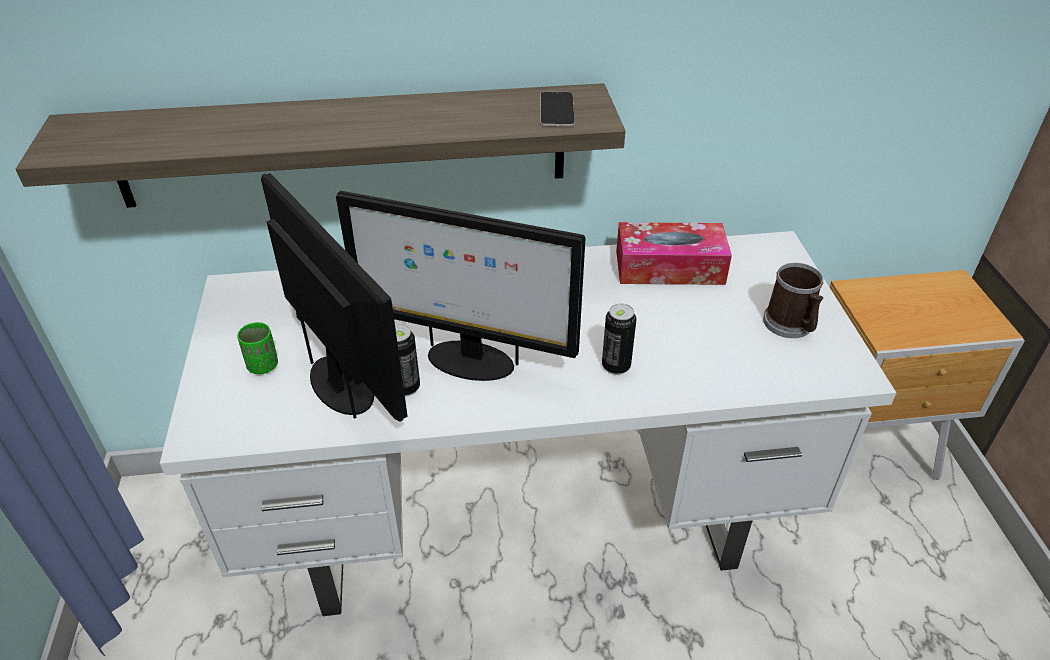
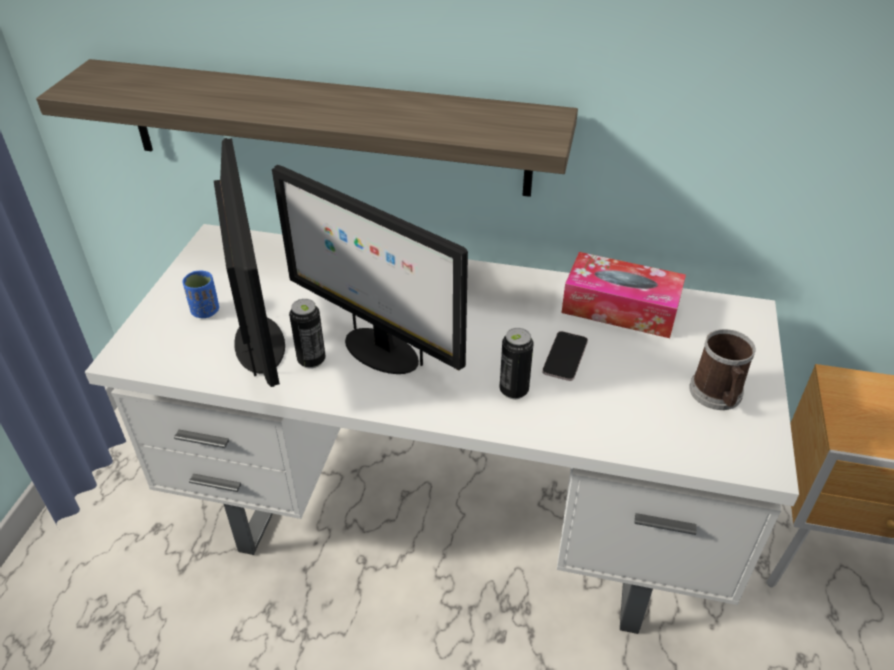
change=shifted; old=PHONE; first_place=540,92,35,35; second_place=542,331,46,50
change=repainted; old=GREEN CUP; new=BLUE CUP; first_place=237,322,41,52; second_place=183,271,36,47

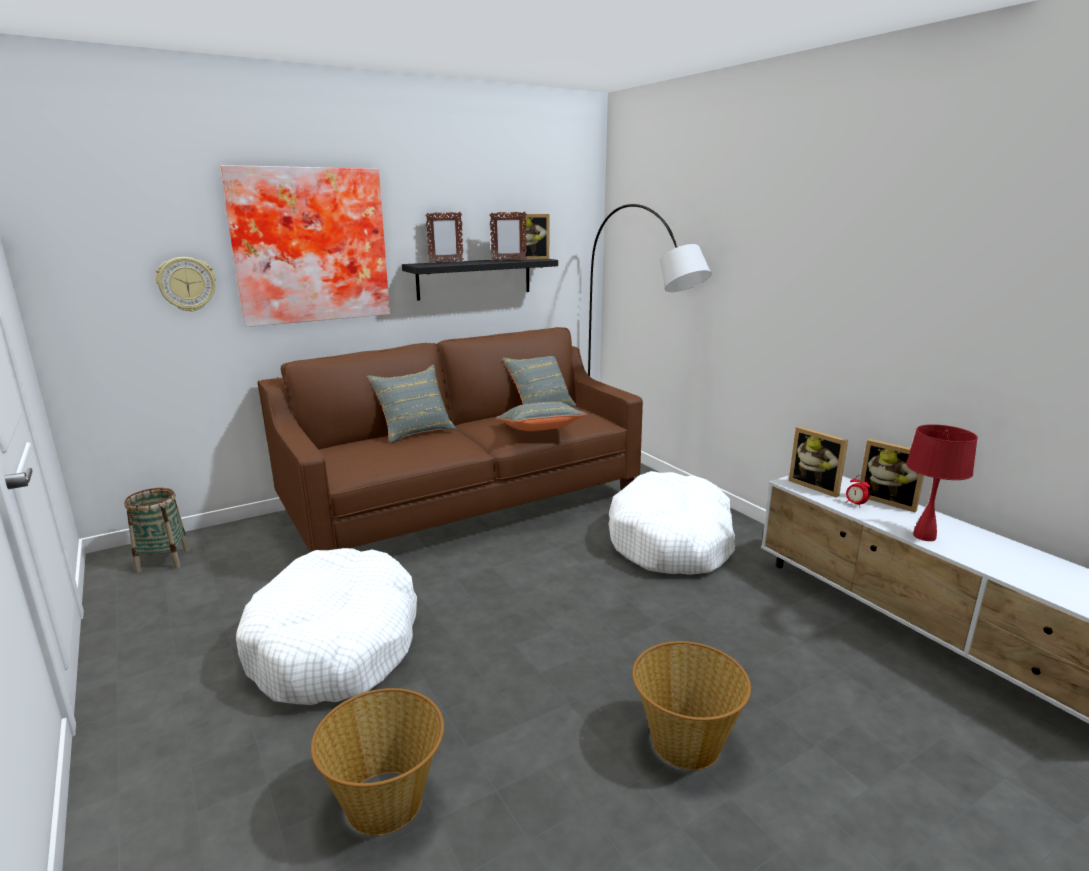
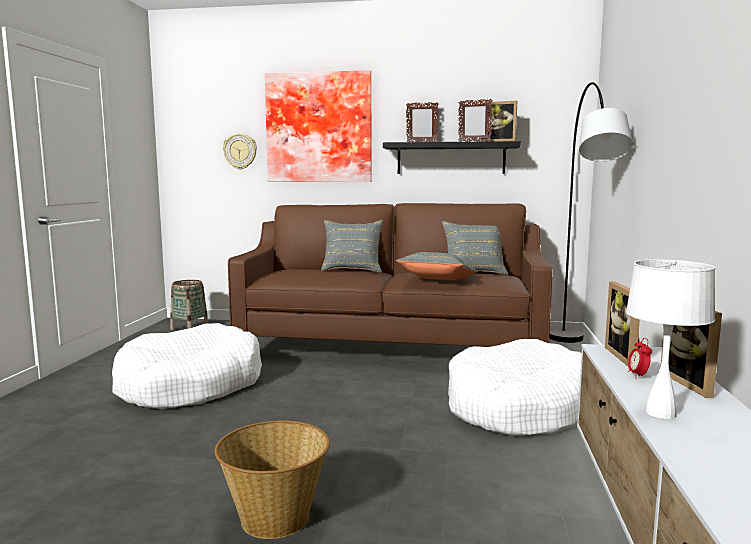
change=gone; old=BASKET; first_place=311,688,133,147
change=repainted; old=RED TABLE LAMP; new=WHITE TABLE LAMP; first_place=906,424,72,117; second_place=626,259,89,160

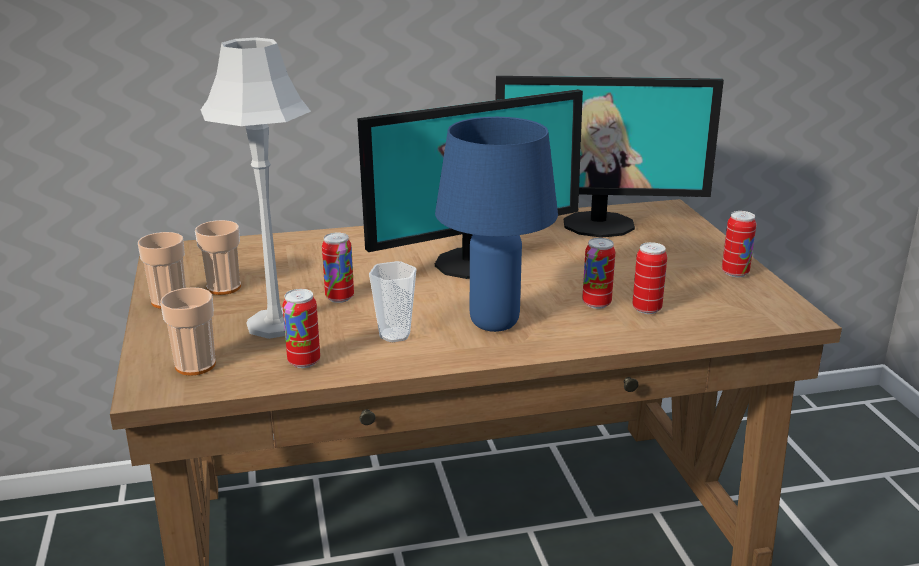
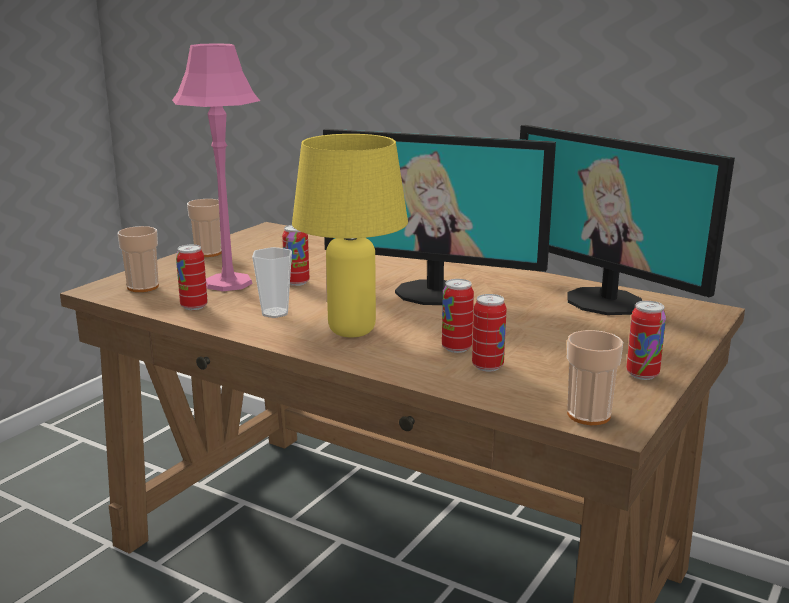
change=shifted; old=CUP; first_place=195,220,46,75; second_place=567,330,56,95
change=repainted; old=GREY TABLE LAMP; new=PINK TABLE LAMP; first_place=201,38,110,301; second_place=172,43,88,248
change=repainted; old=BLUE TABLE LAMP; new=YELLOW TABLE LAMP; first_place=435,117,123,215; second_place=292,134,116,203

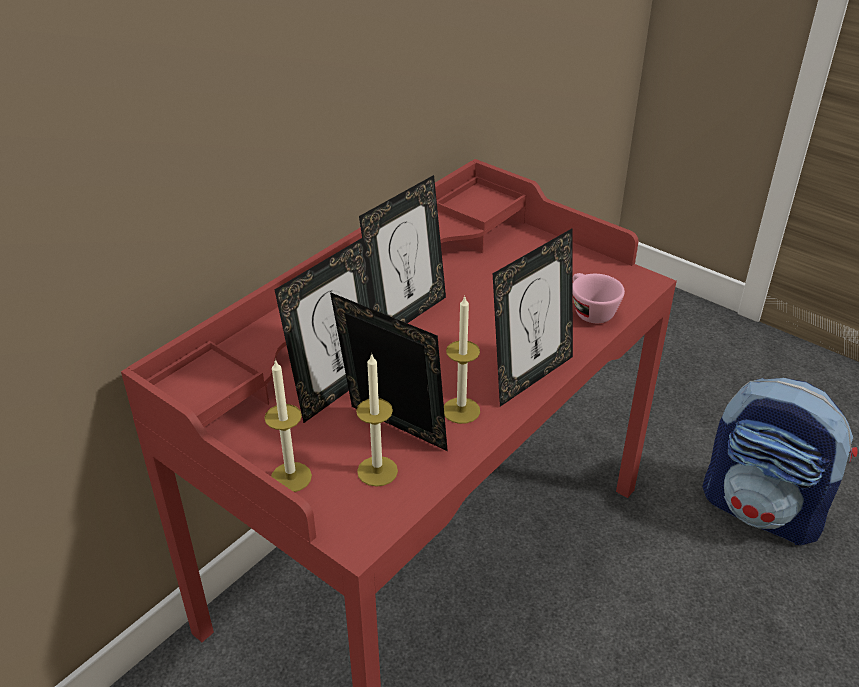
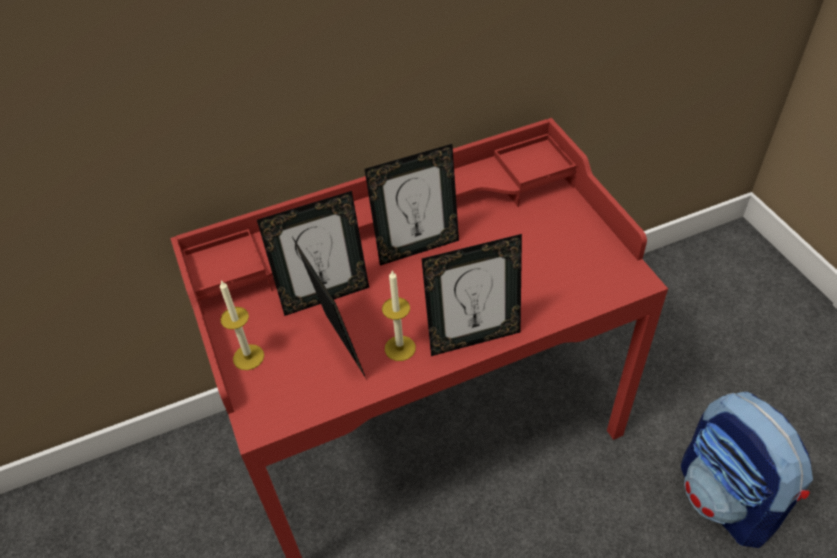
change=gone; old=CANDLE; first_place=356,353,42,134
change=gone; old=PINK CUP; first_place=573,273,52,50

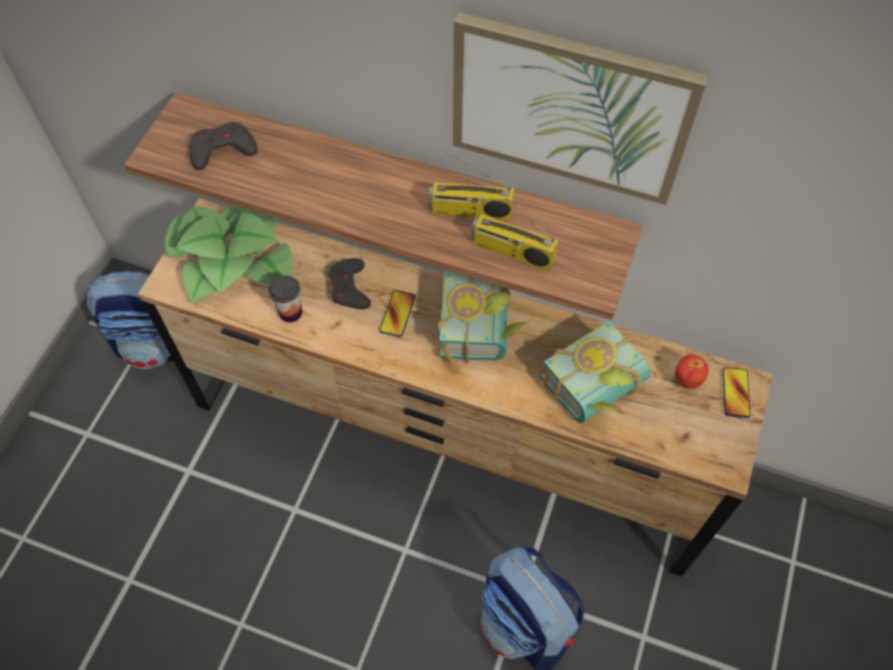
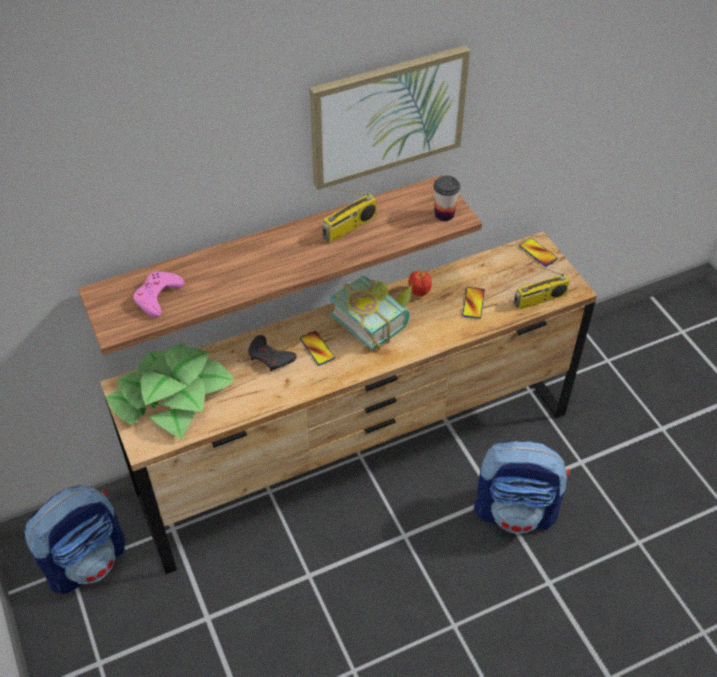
change=shifted; old=CUP; first_place=268,275,34,47; second_place=433,176,27,45
change=shifted; old=RADIO; first_place=471,188,87,83; second_place=513,264,56,46
change=shifted; old=APPLE; first_place=675,354,34,35; second_place=408,271,24,25
change=swapped; old=BOOK; new=PHONE; first_place=541,321,109,103; second_place=463,287,22,32
change=repainted; old=GREY GAME CONTROLLER; new=PINK GAME CONTROLLER; first_place=189,122,68,48; second_place=133,271,52,46

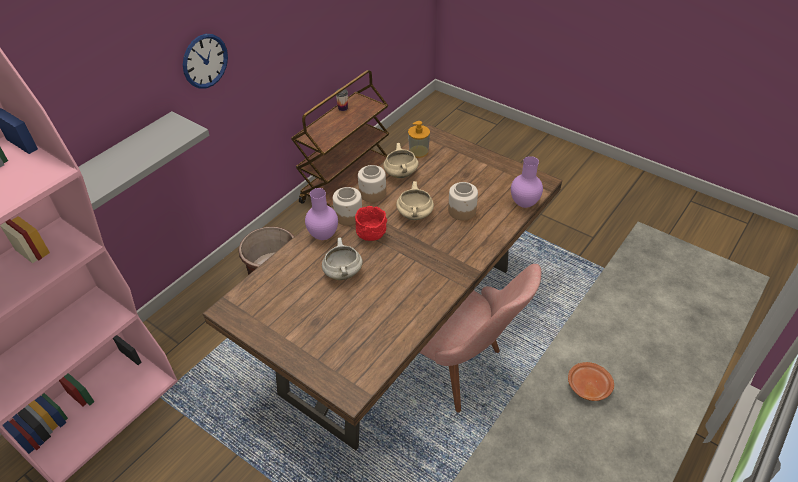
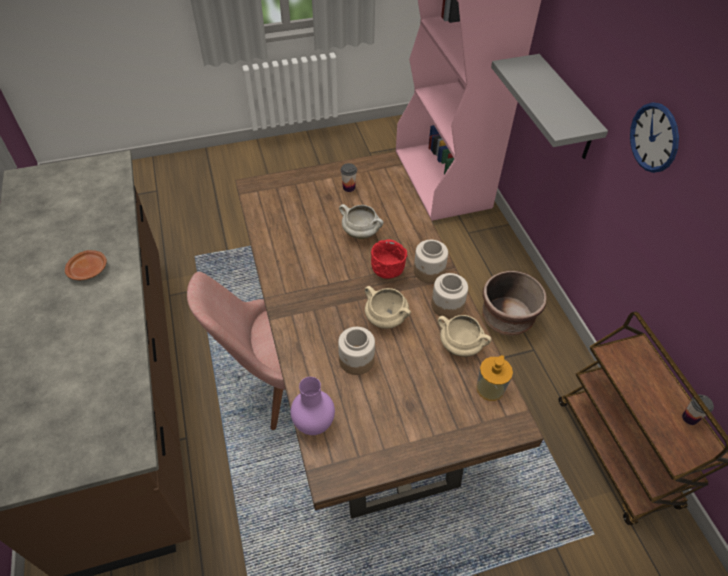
change=gone; old=PURPLE VASE; first_place=305,188,33,52
change=new; new=CUP; second_place=341,163,16,29

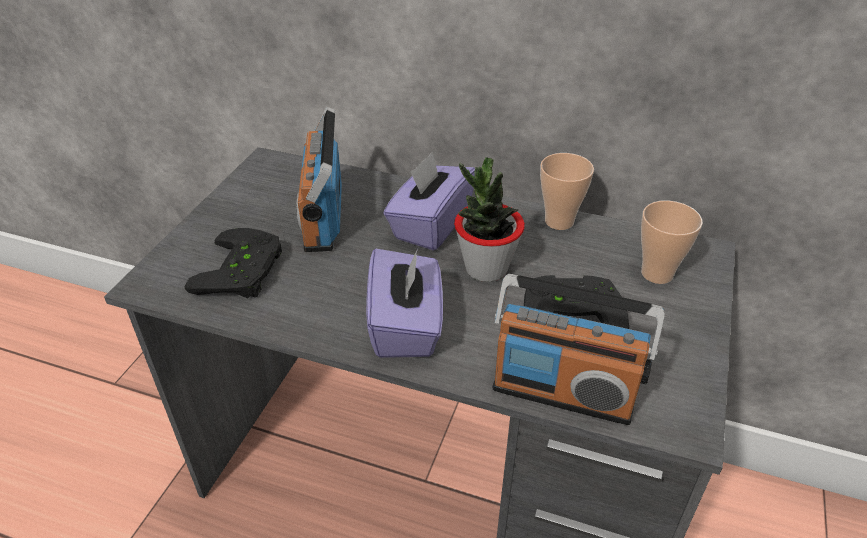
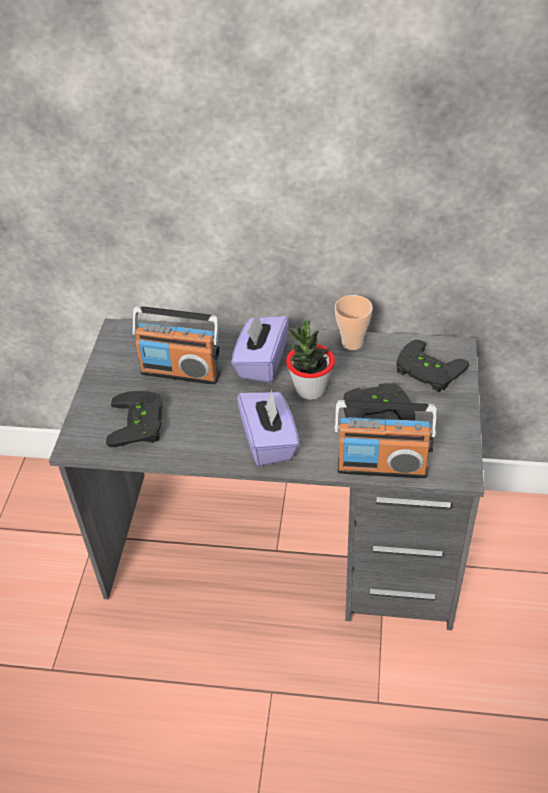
change=swapped; old=CUP; new=BLACK GAME CONTROLLER; first_place=641,200,62,84; second_place=396,340,73,52
change=rotated; old=RADIO; first_place=296,107,46,145; second_place=132,306,89,79; degrees=-60

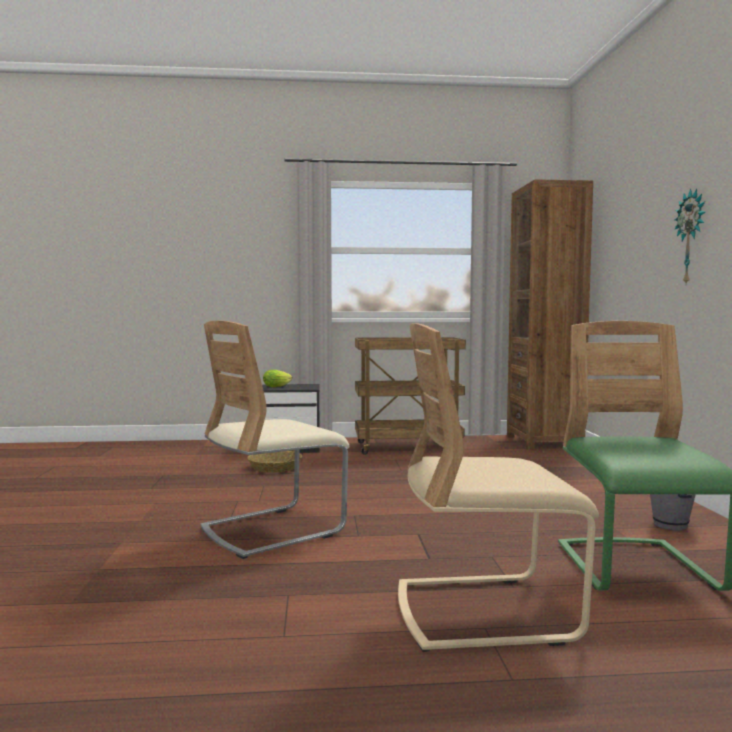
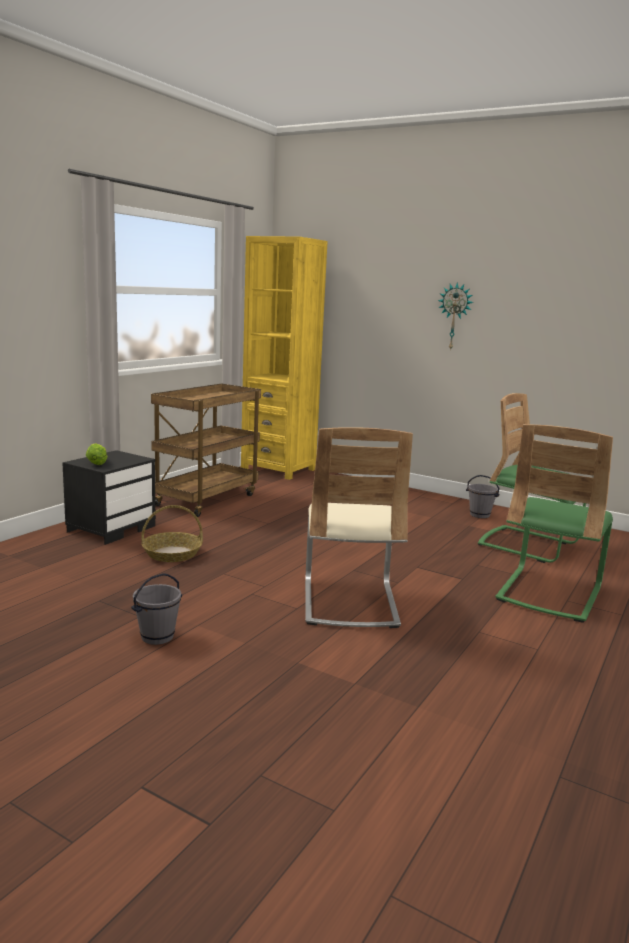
change=new; new=GREY BUCKET; second_place=131,573,51,72
change=repainted; old=BEIGE CHAIR; new=GREEN CHAIR; first_place=398,324,201,328; second_place=495,424,118,199
change=repainted; old=BROWN BOOKCASE; new=YELLOW BOOKCASE; first_place=507,179,86,272; second_place=241,236,87,244

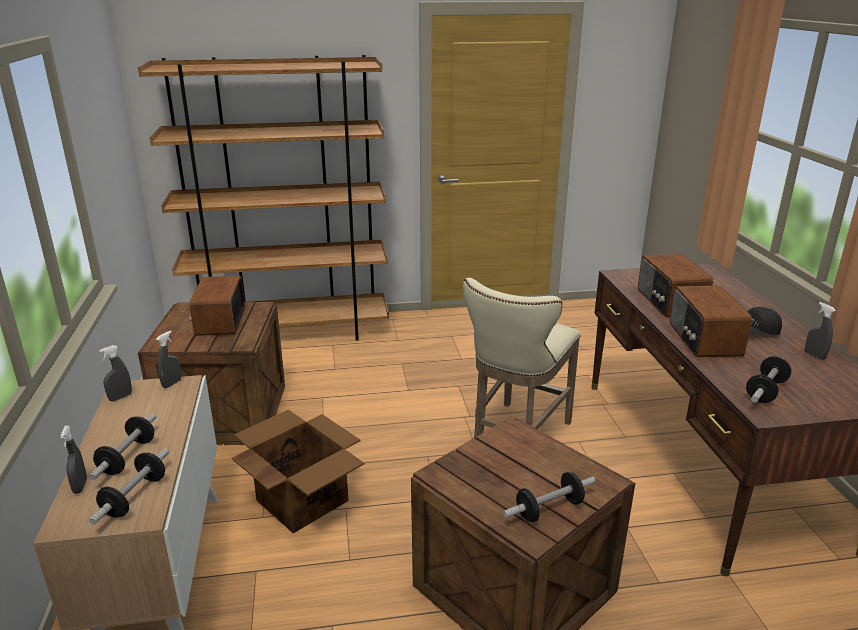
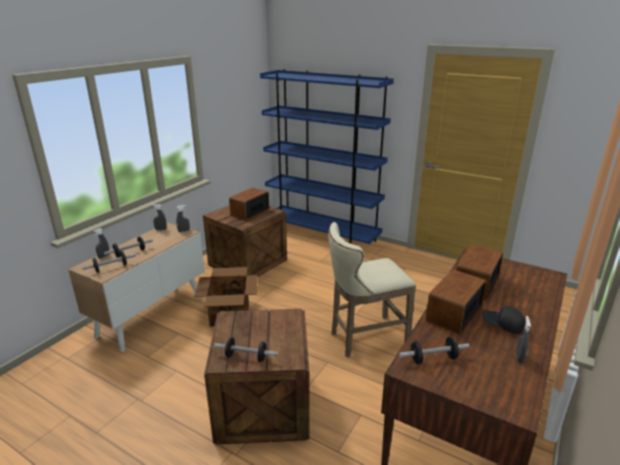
change=repainted; old=BROWN BOOKCASE; new=BLUE BOOKCASE; first_place=138,55,251,286; second_place=260,69,134,175

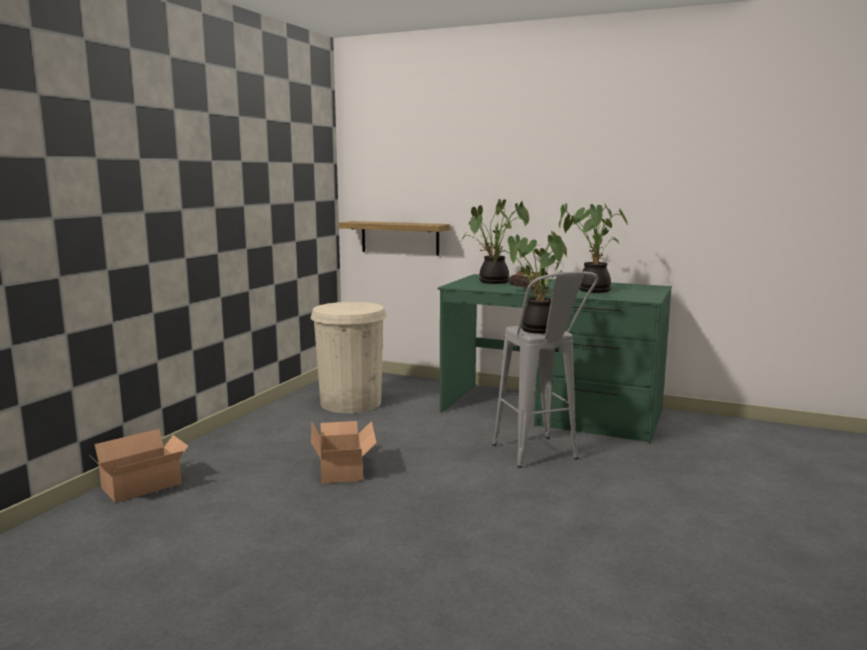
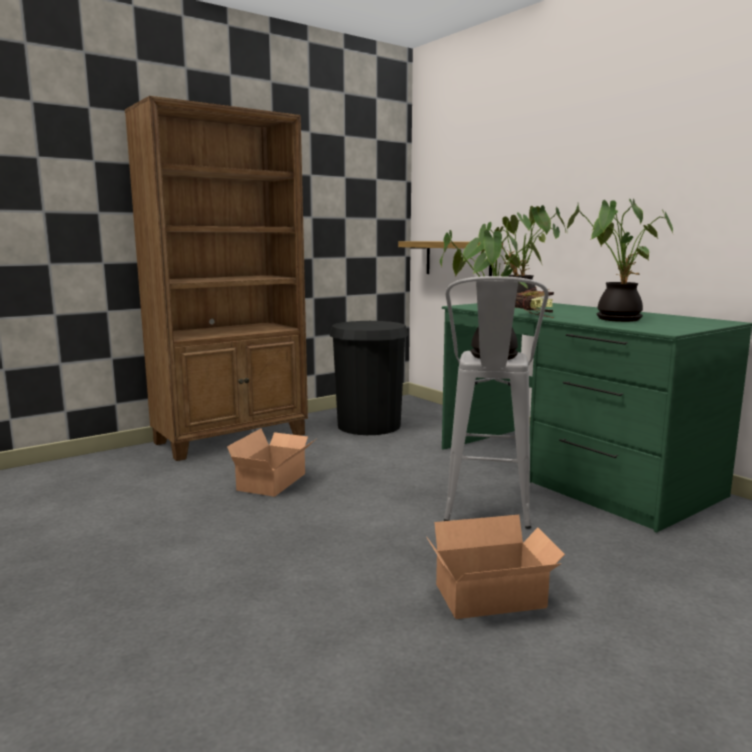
change=new; new=BROWN BOOKCASE; second_place=125,96,183,365
change=shifted; old=CARDBOARD BOX; first_place=89,429,99,74; second_place=427,515,138,104
change=repainted; old=BEIGE TRASH CAN; new=BLACK TRASH CAN; first_place=311,302,76,111; second_place=329,321,79,114

